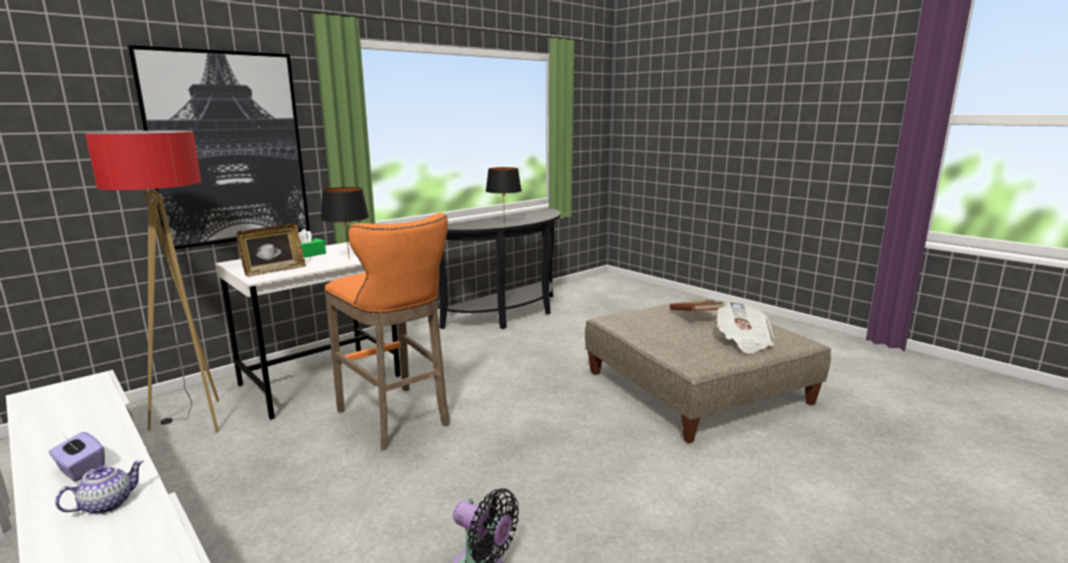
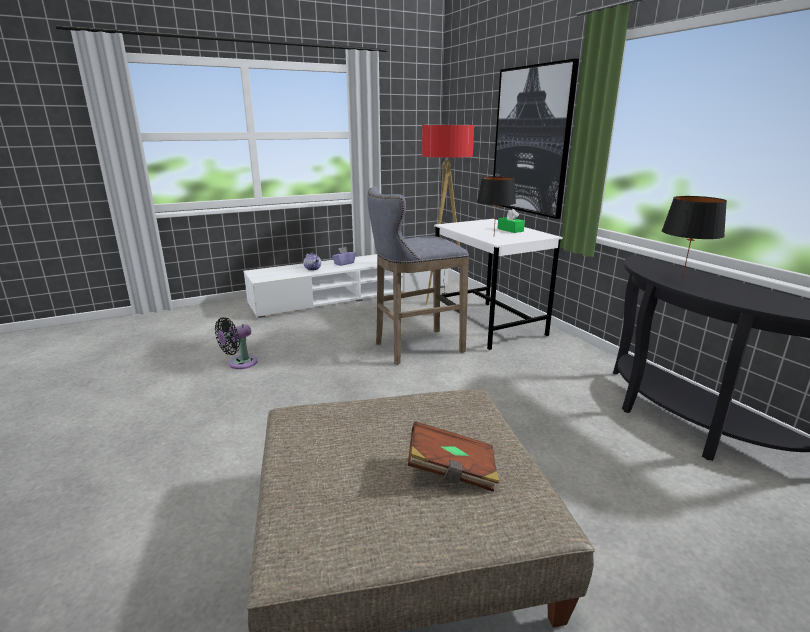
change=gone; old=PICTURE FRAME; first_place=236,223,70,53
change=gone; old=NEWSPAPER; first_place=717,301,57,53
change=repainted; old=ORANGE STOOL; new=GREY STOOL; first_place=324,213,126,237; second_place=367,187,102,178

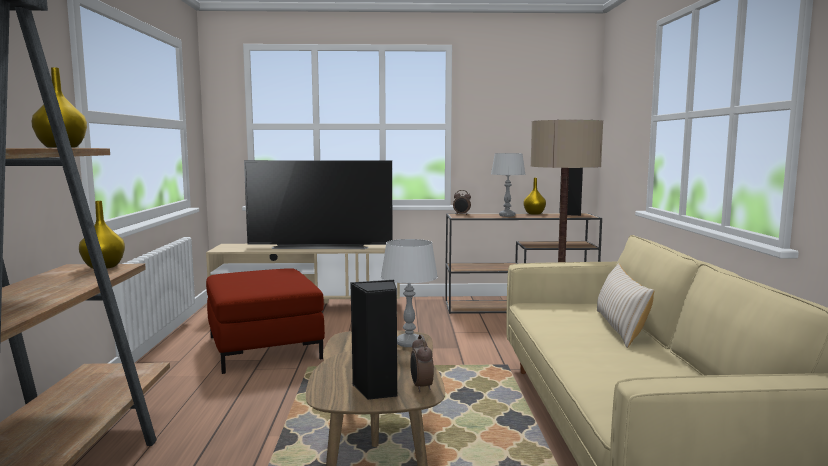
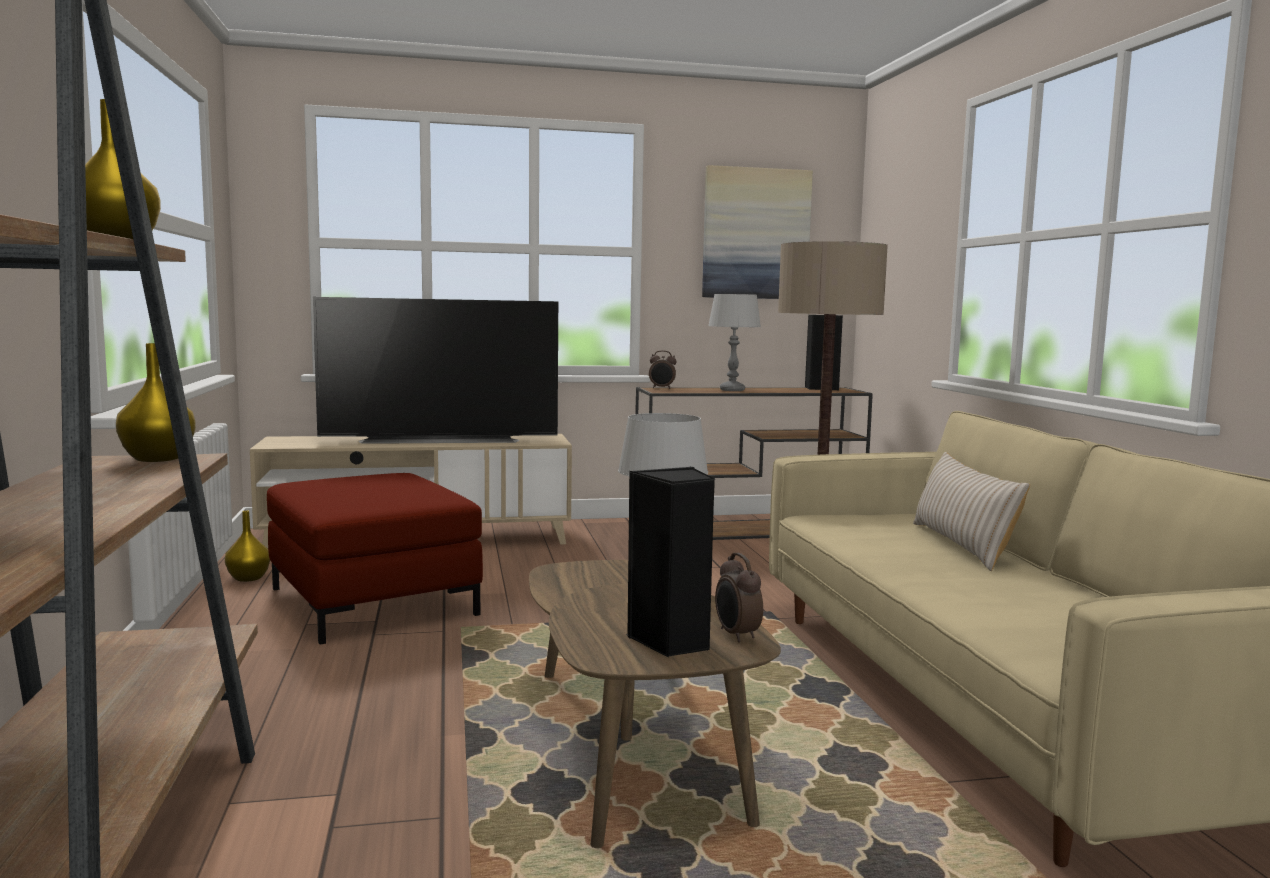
change=new; new=PICTURE; second_place=702,165,111,134
change=shifted; old=YELLOW VASE; first_place=524,178,22,37; second_place=225,511,45,71

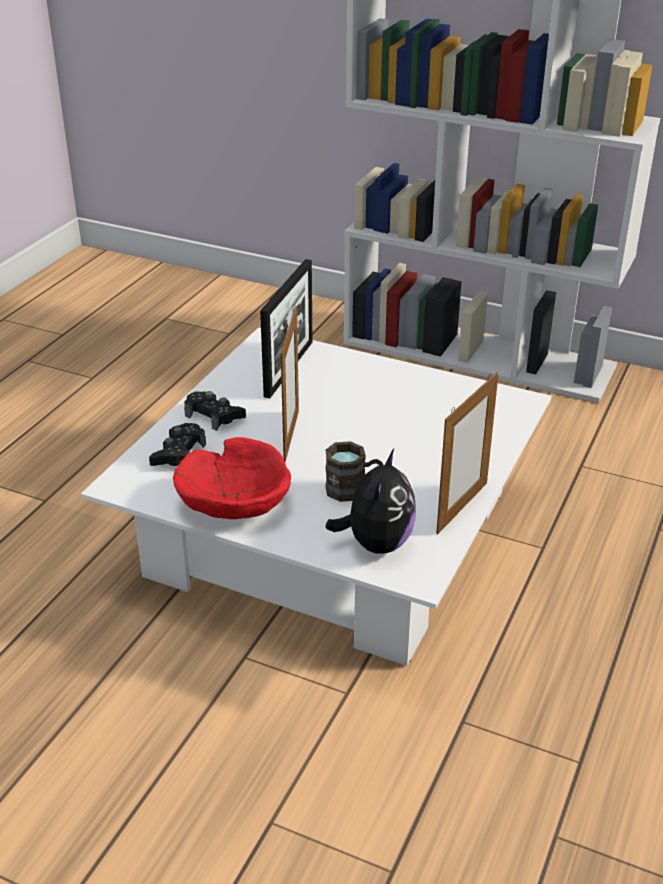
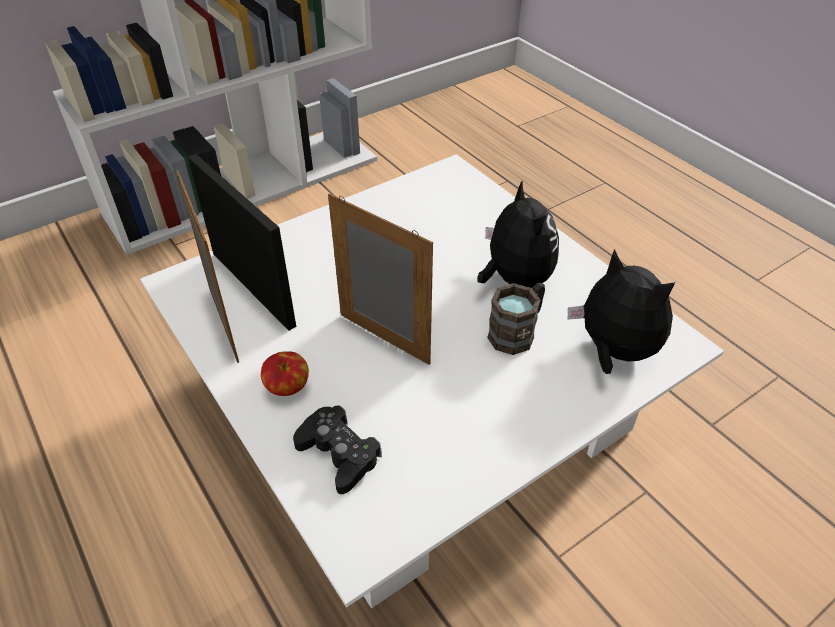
change=gone; old=RED BOWL; first_place=173,437,118,82
change=new; new=PLUSH TOY; second_place=477,181,82,107
change=shifted; old=PICTURE FRAME; first_place=436,372,63,162; second_place=176,170,63,193
change=swapped; old=BLACK GAME CONTROLLER; new=APPLE; first_place=184,391,62,40; second_place=261,351,48,45

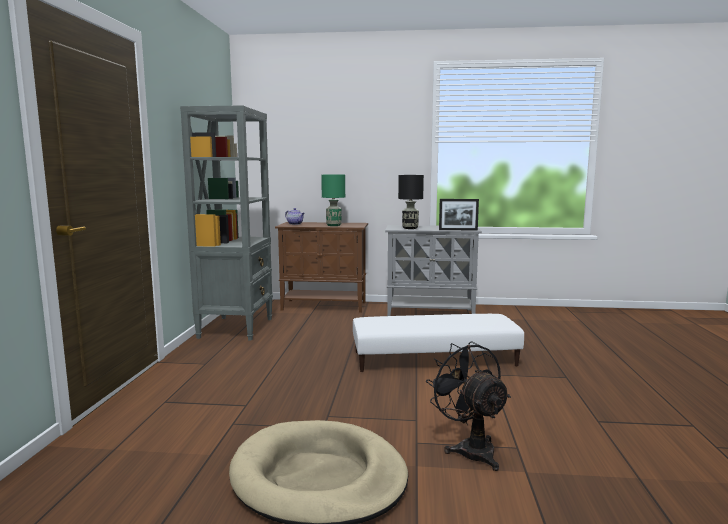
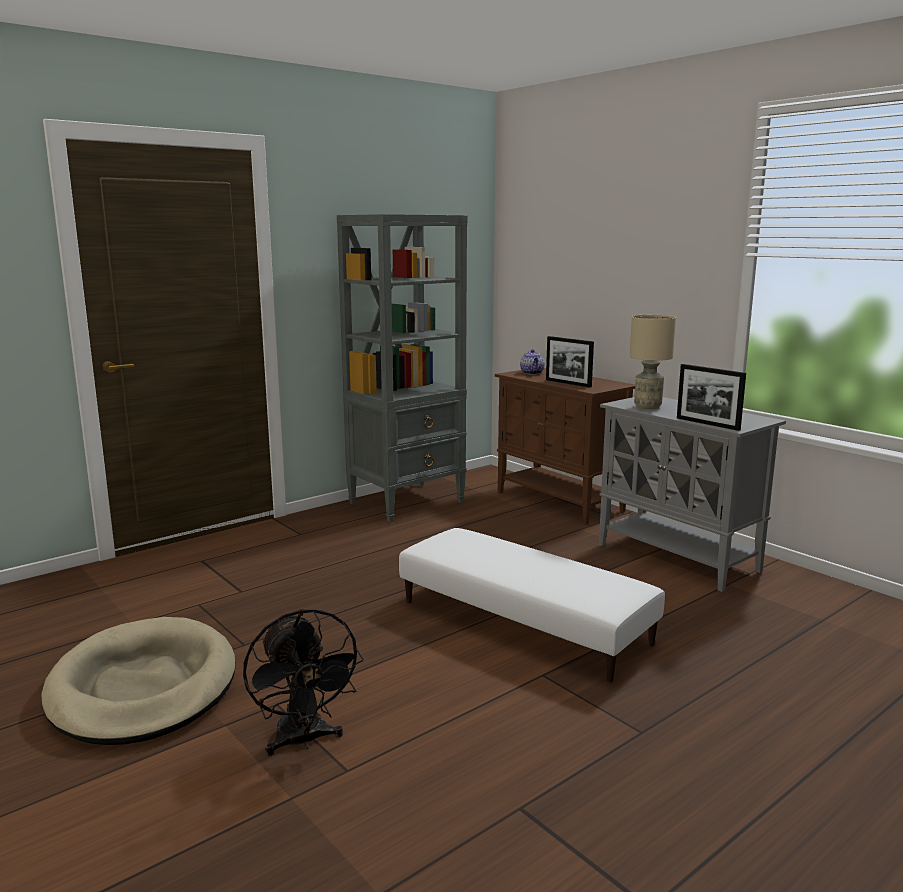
change=swapped; old=GREEN TABLE LAMP; new=PICTURE FRAME; first_place=321,174,24,52; second_place=546,336,48,52
change=repainted; old=BLACK TABLE LAMP; new=BEIGE TABLE LAMP; first_place=398,175,26,54; second_place=629,315,47,94
change=rotated; old=BLACK FAN; first_place=426,341,85,130; second_place=243,609,121,147; degrees=135

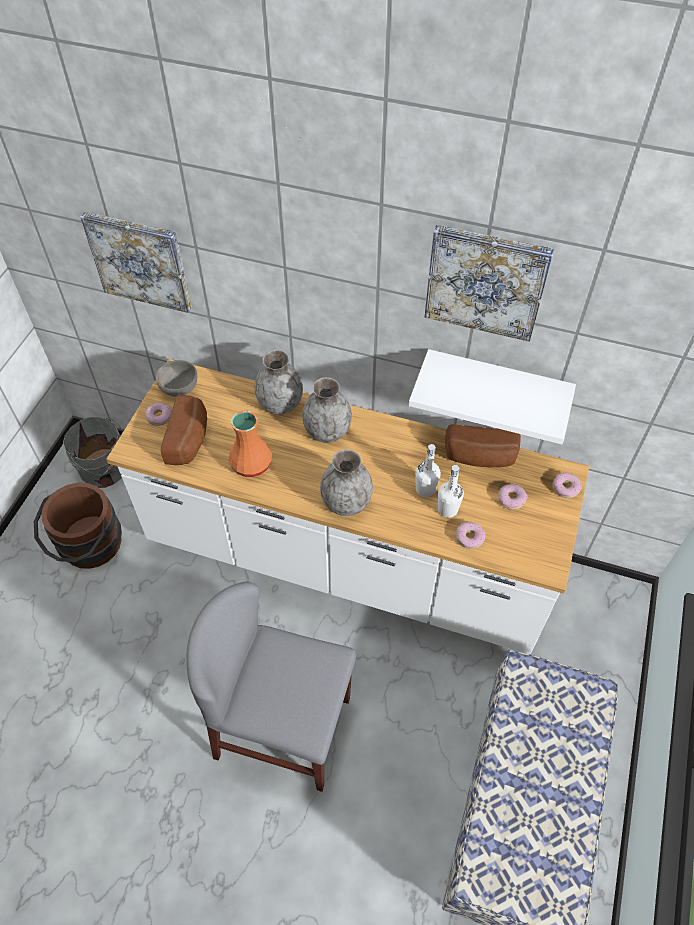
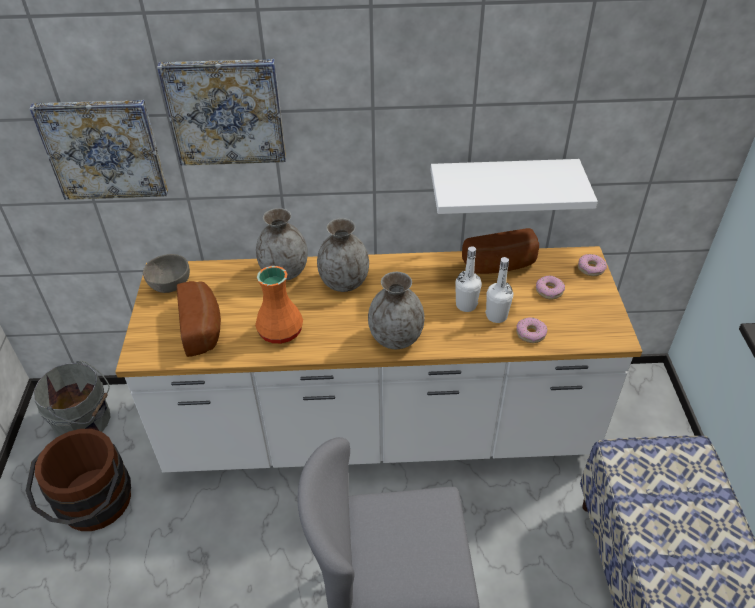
change=gone; old=DONUT; first_place=145,403,27,23
change=shifted; old=PICTURE; first_place=425,225,129,117; second_place=157,59,129,107

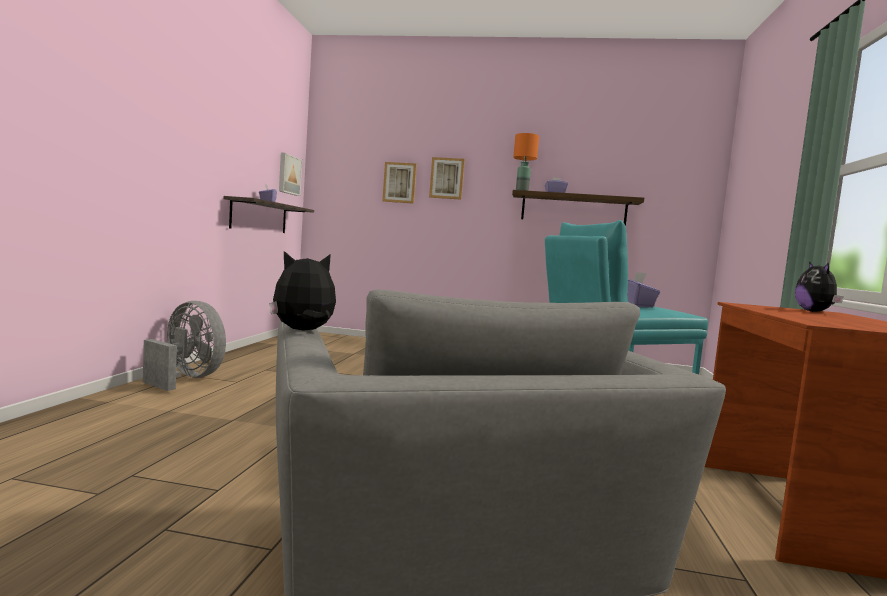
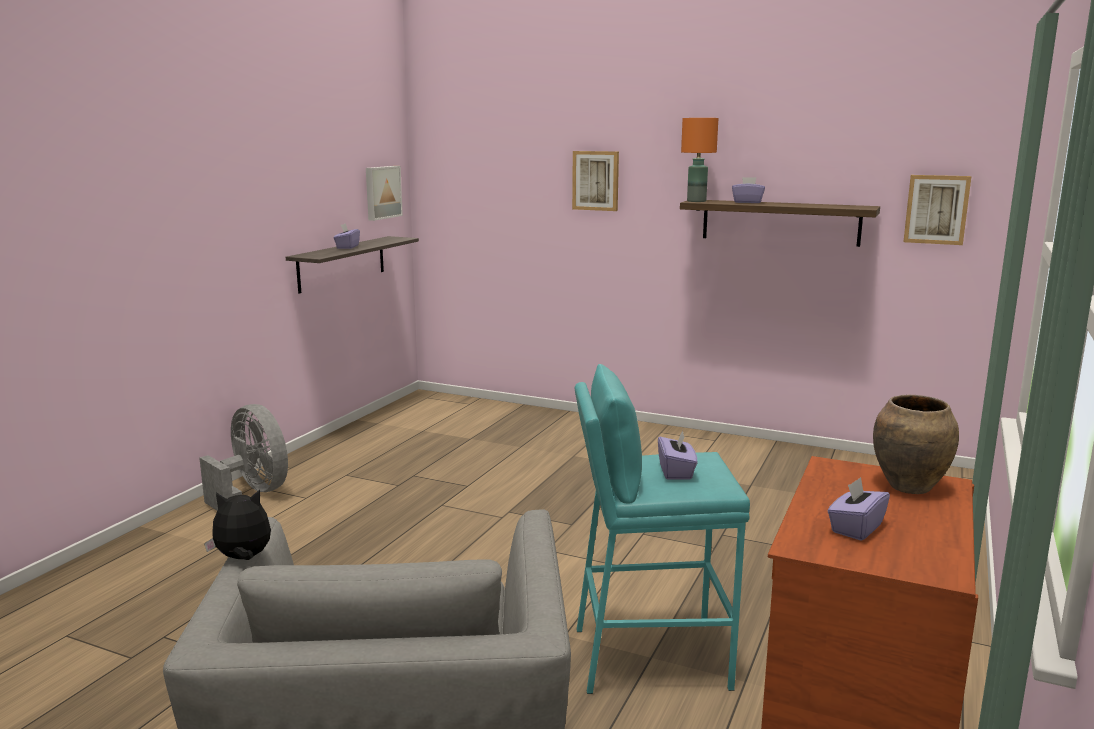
change=new; new=PURPLE TISSUE BOX; second_place=828,477,62,64
change=shifted; old=PICTURE; first_place=382,162,35,42; second_place=903,175,69,70
change=swapped; old=PLUSH TOY; new=BROWN VASE; first_place=795,262,48,50; second_place=873,394,86,100

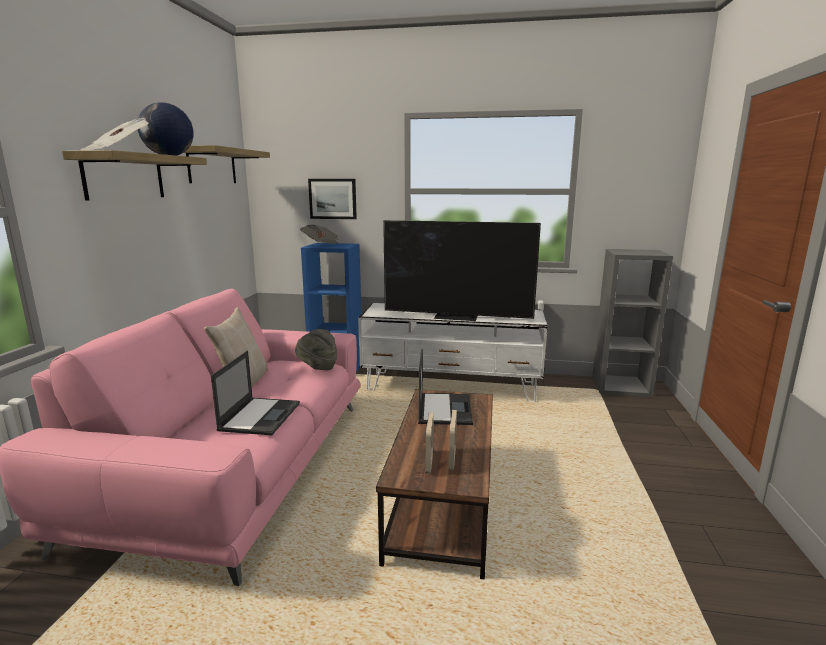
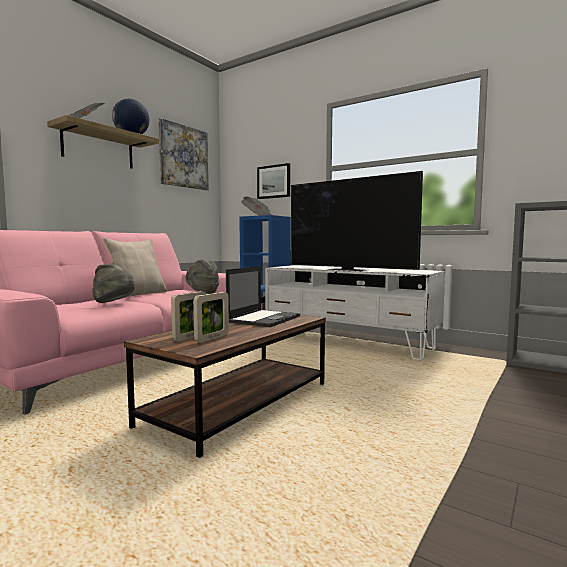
change=swapped; old=SHELF; new=PICTURE; first_place=184,145,86,38; second_place=159,118,49,72
change=swapped; old=LAPTOP; new=GREY HAT; first_place=211,351,89,84; second_place=92,263,43,40

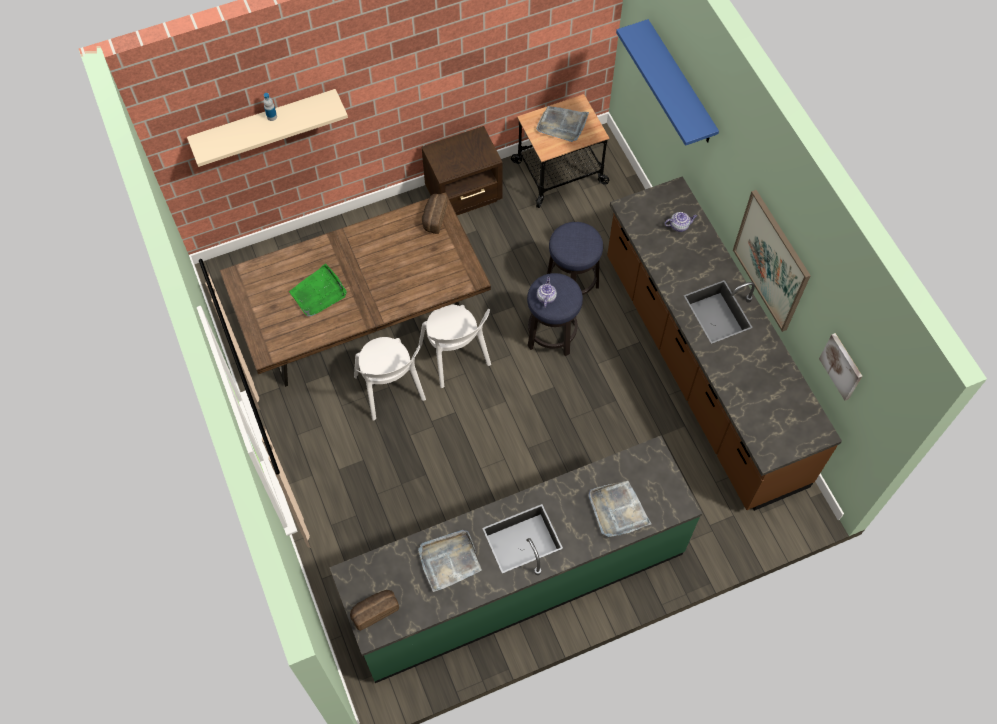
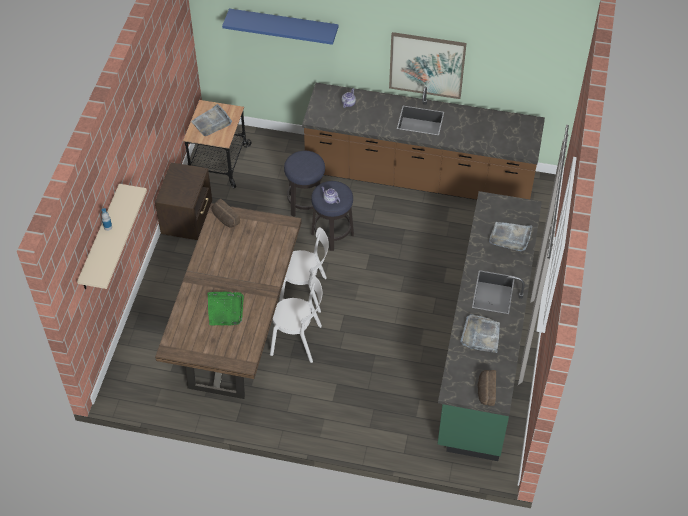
change=gone; old=PICTURE; first_place=819,333,43,68

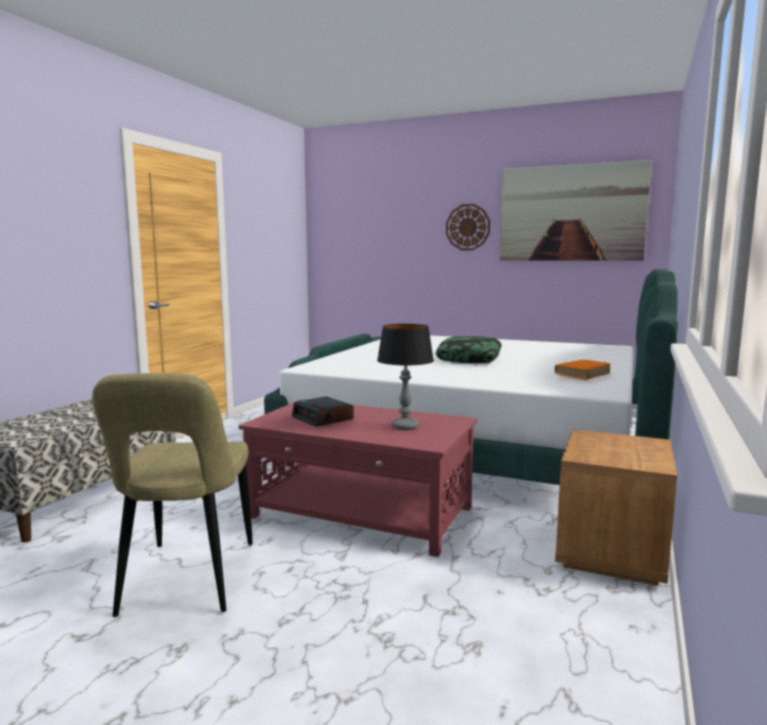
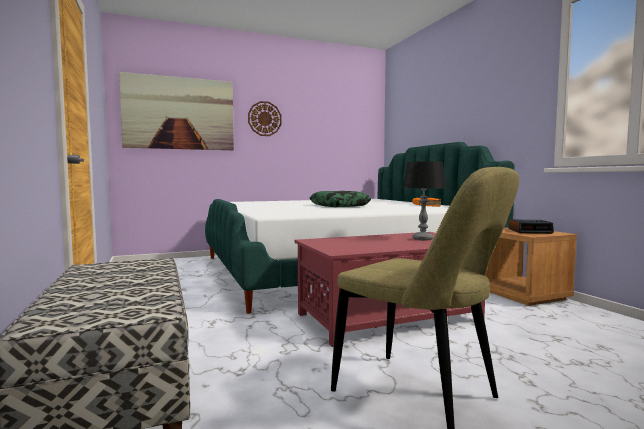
change=shifted; old=ALARM CLOCK; first_place=292,397,62,30; second_place=508,219,46,15
change=shifted; old=PICTURE; first_place=500,160,152,101; second_place=119,72,115,78

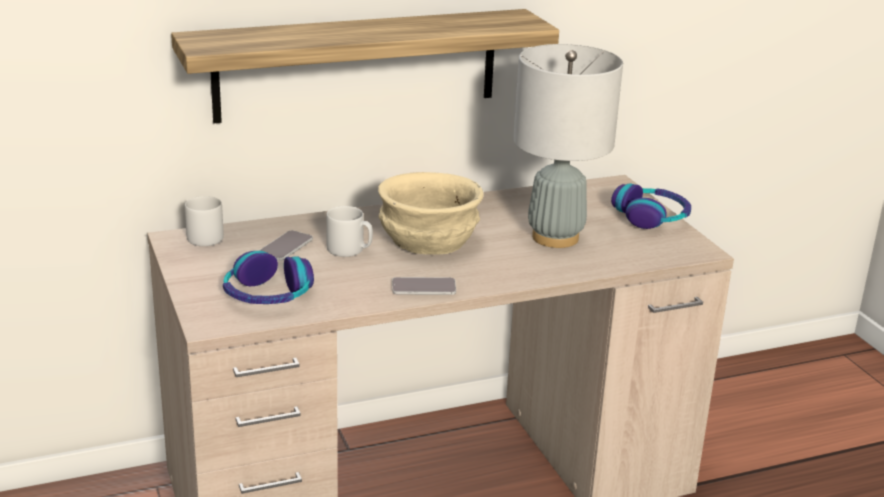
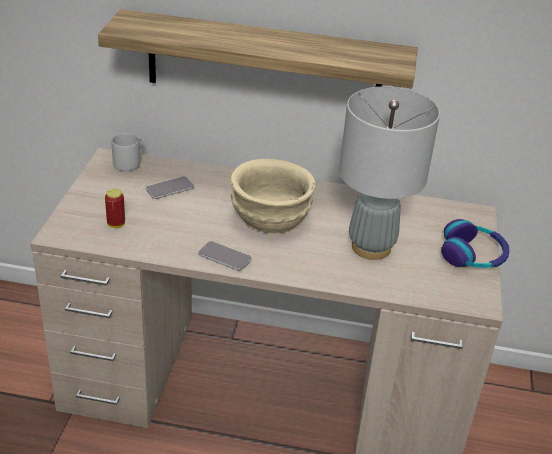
change=gone; old=GREY MUG; first_place=326,206,47,51
change=swapped; old=HEADPHONES; new=CAN; first_place=223,251,91,53; second_place=105,188,20,40

